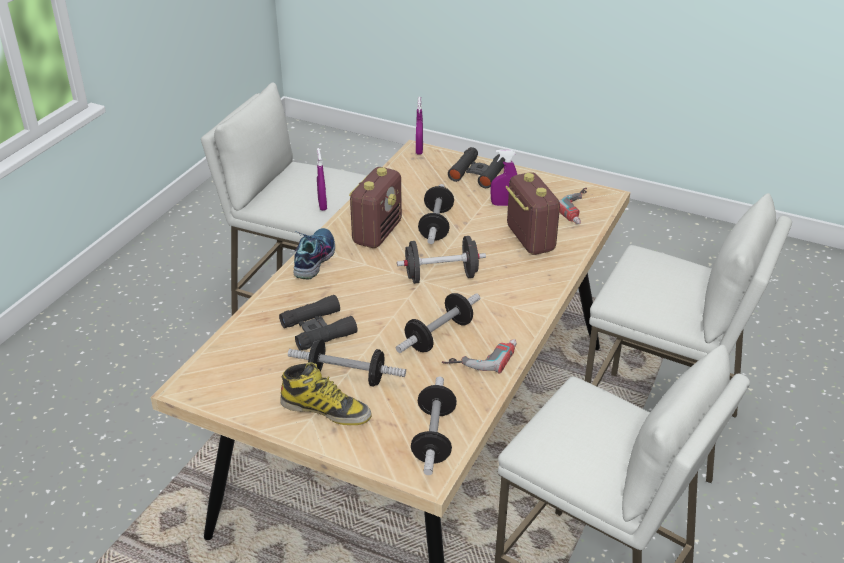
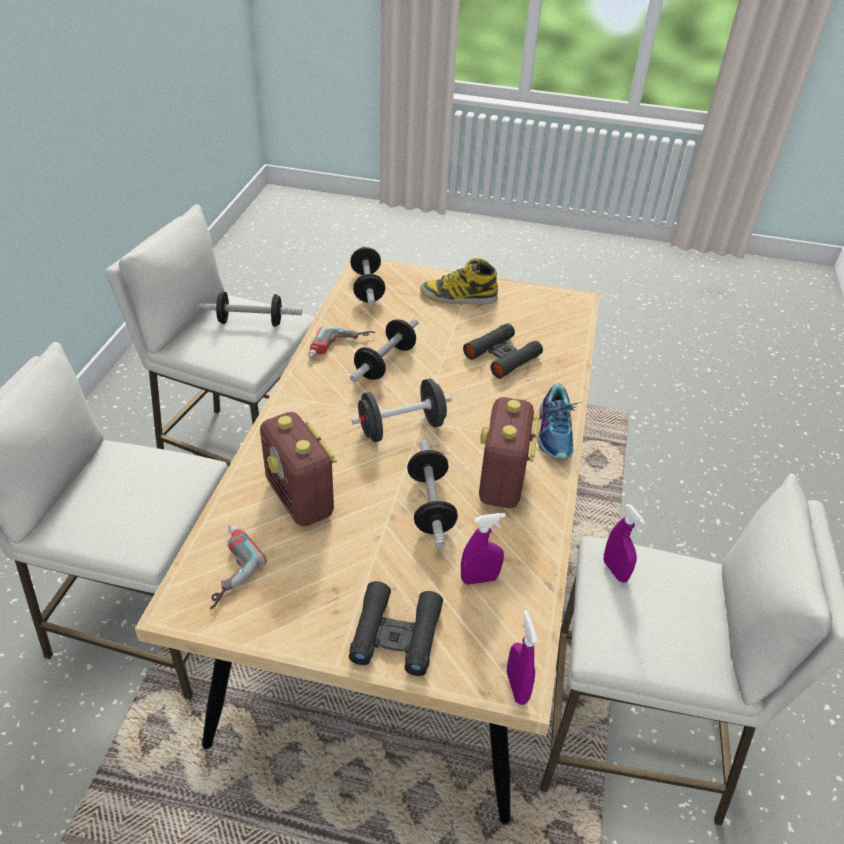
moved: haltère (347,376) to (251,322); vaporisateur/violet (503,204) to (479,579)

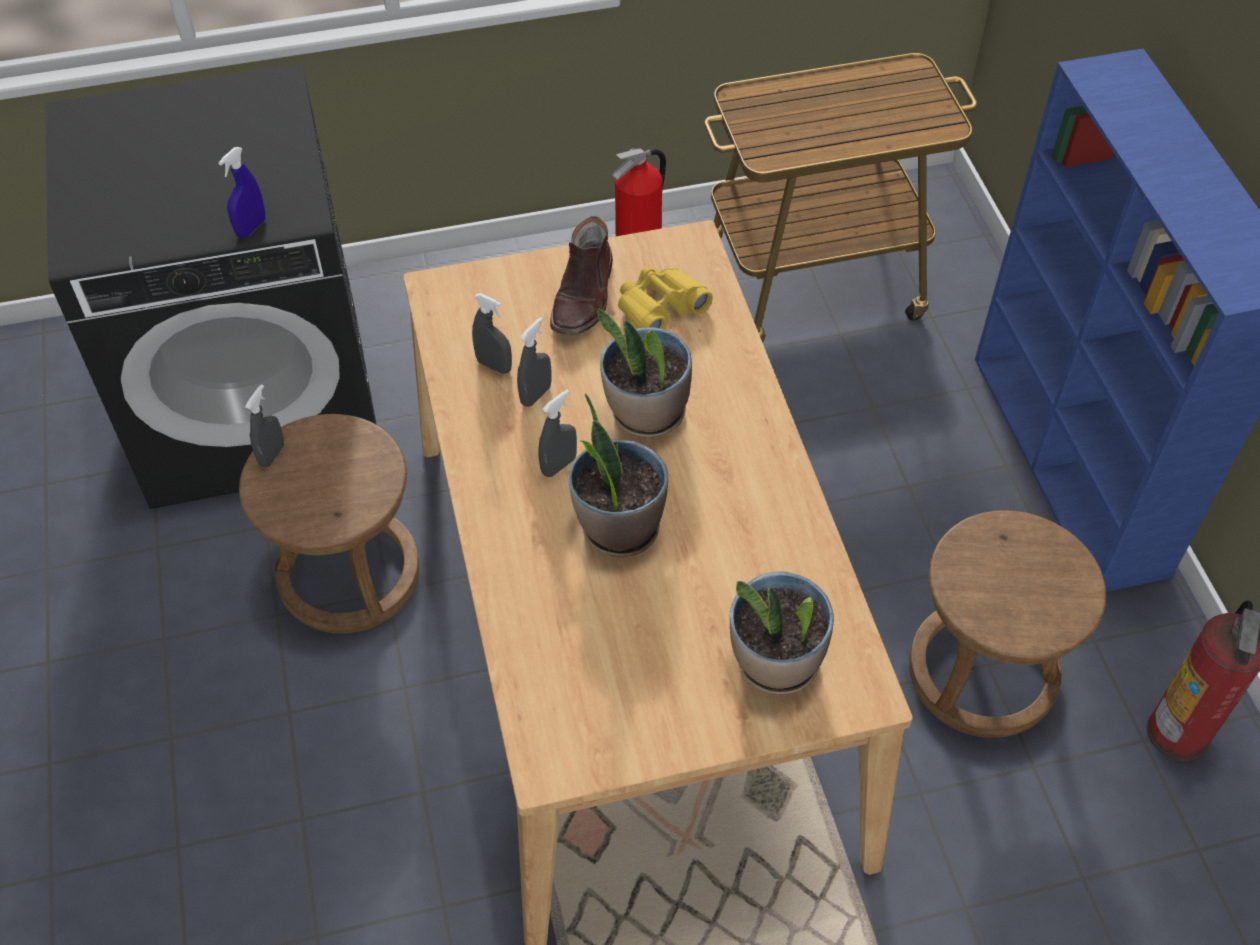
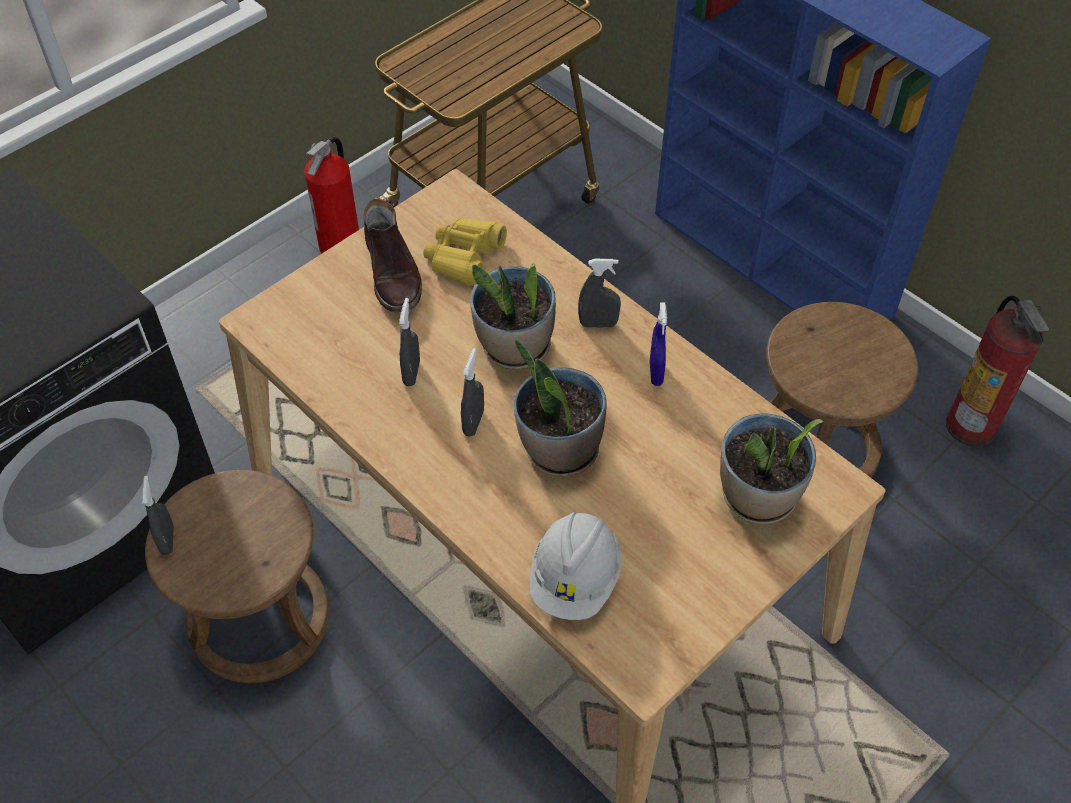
added: casque de chantier/blanc (575,579)
moved: vaporisateur/bleu (251,228) to (656,373); vaporisateur/gris (494,365) to (598,324)

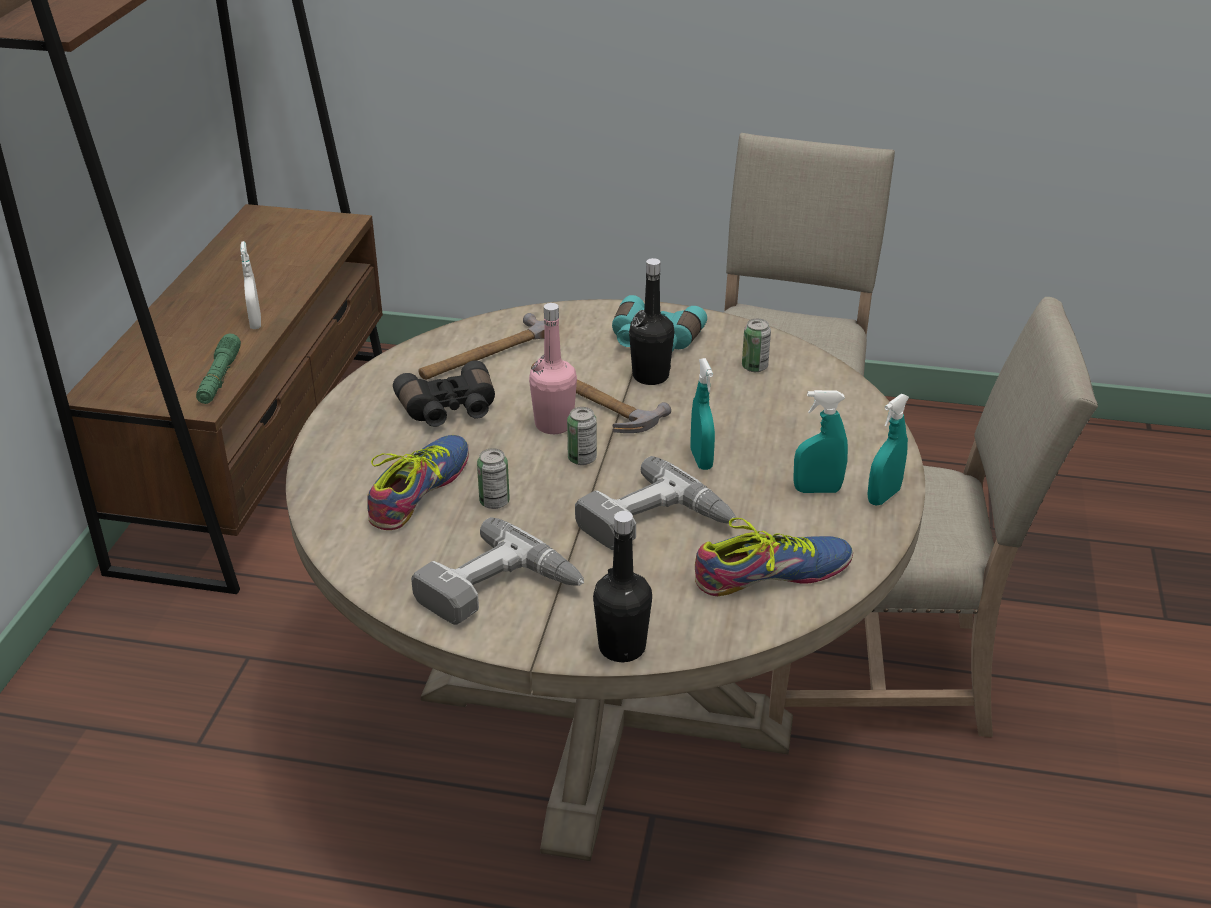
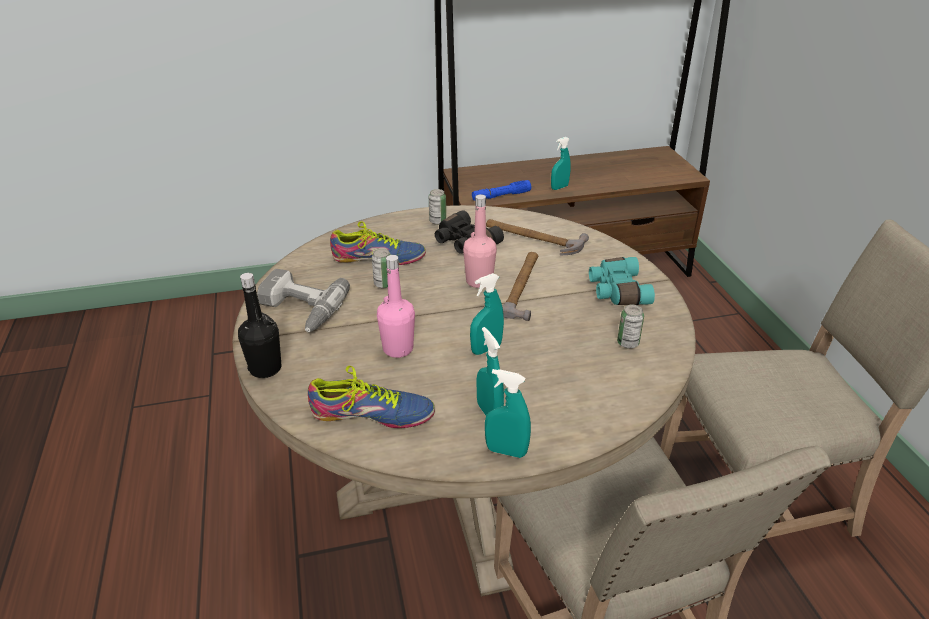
removed: bouteille/noir (650,376)
moved: boîte métallique (582,459) to (437,221)
replaced: perceuse (655,525) to bouteille/rose (398,349)
recoloured: lampe de poche/vert (219,377) to lampe de poche/bleu (501,196); vaporisateur/blanc (255,323) to vaporisateur/turquoise (559,187)
turned: chaussure (771,574) = (372,414) 45 degrees counterclockwise

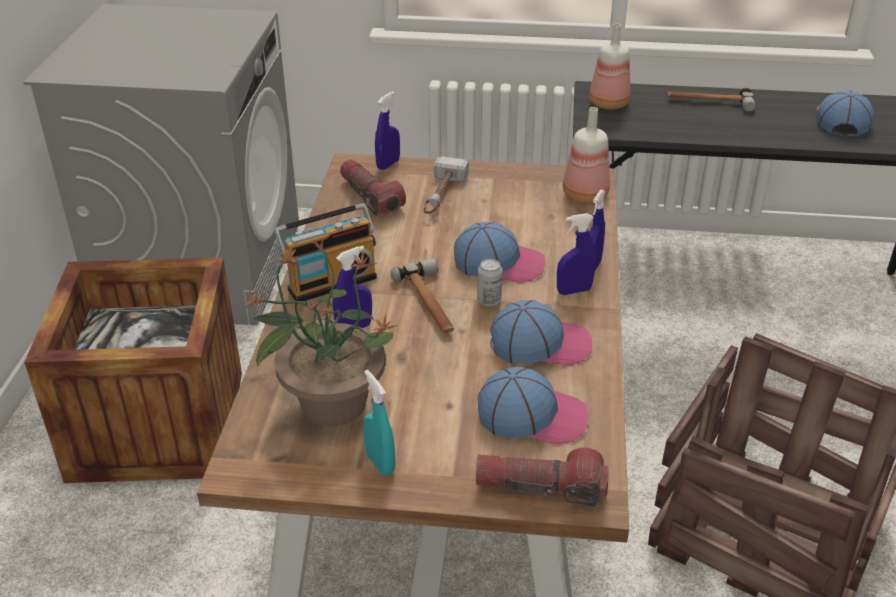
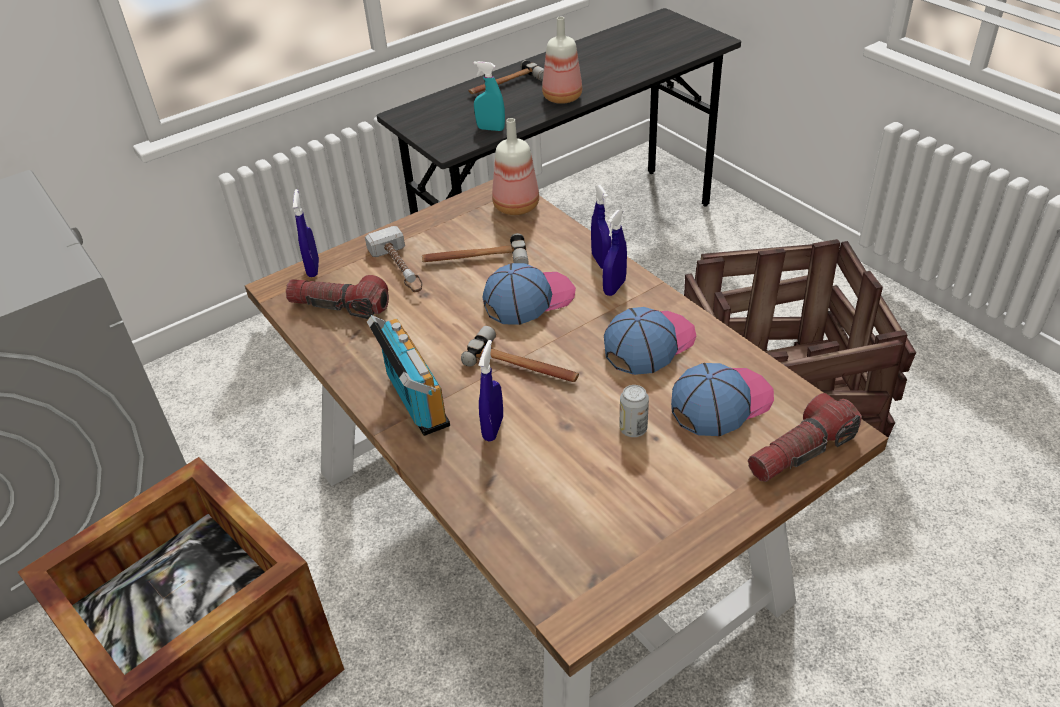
removed: plante en pot (332,403); casquette (842,119)
added: marteau (474,260)
moved: vaporisateur/turquoise (380,463) to (491,129); boîte métallique (489,301) to (633,429); bouteille (607,103) to (561,98)
turned: radio (331,282) = (414,402) 45 degrees counterclockwise

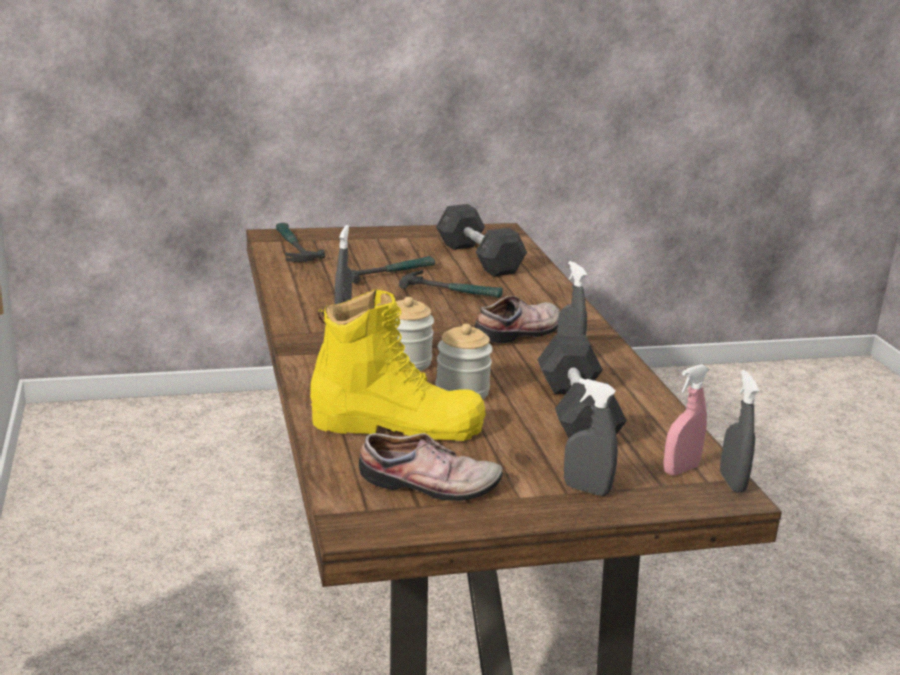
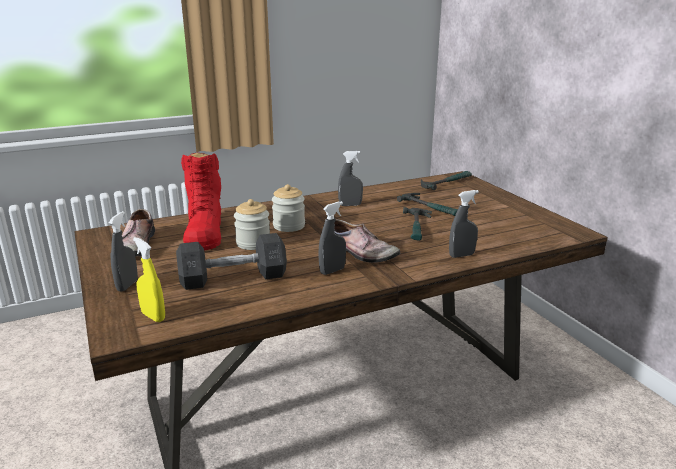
removed: haltère/gris (479,258)
moved: vaporisateur/gris (732,482) to (461,255)
recoloured: botte/jaune (397,425) to botte/rouge (204,232); vaporisateur/rose (680,470) to vaporisateur/jaune (153,316)

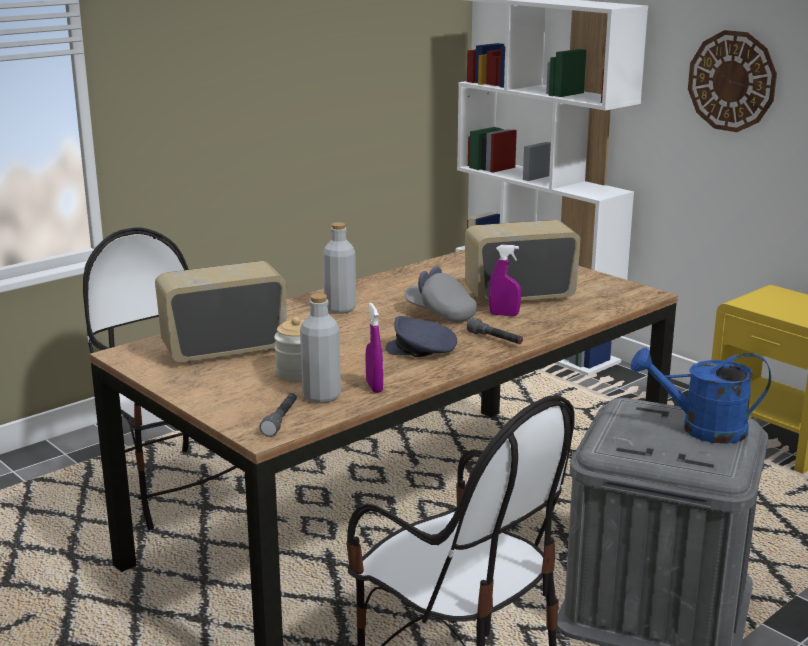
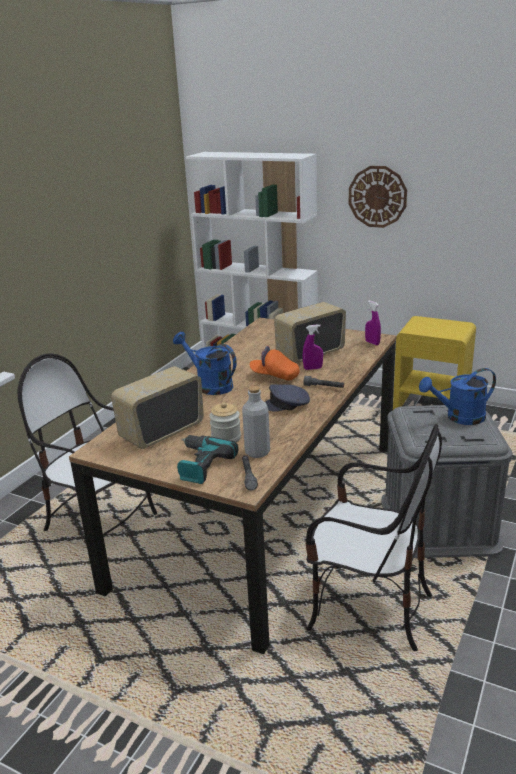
added: perceuse (200,465)
moved: vaporisateur/violet (374,387) to (372,343)
replaced: bouteille/gris (340,309) to arrosoir/bleu (209,385)
recoloured: casquette/gris (440,314) to casquette/orange (275,376)

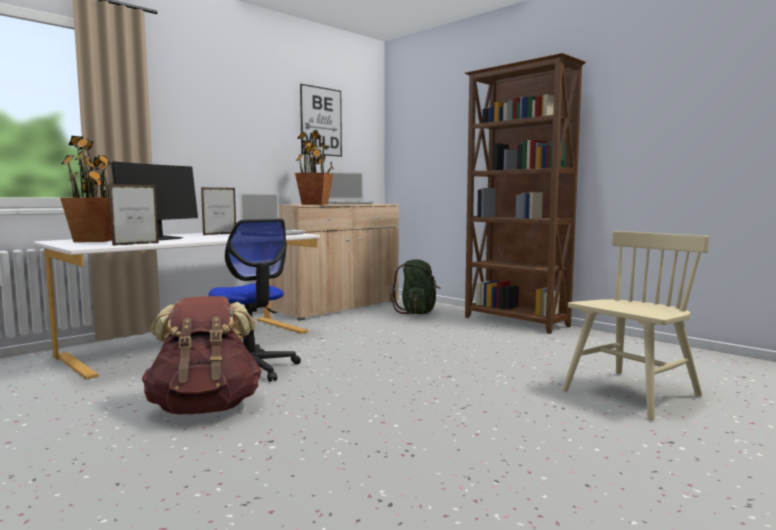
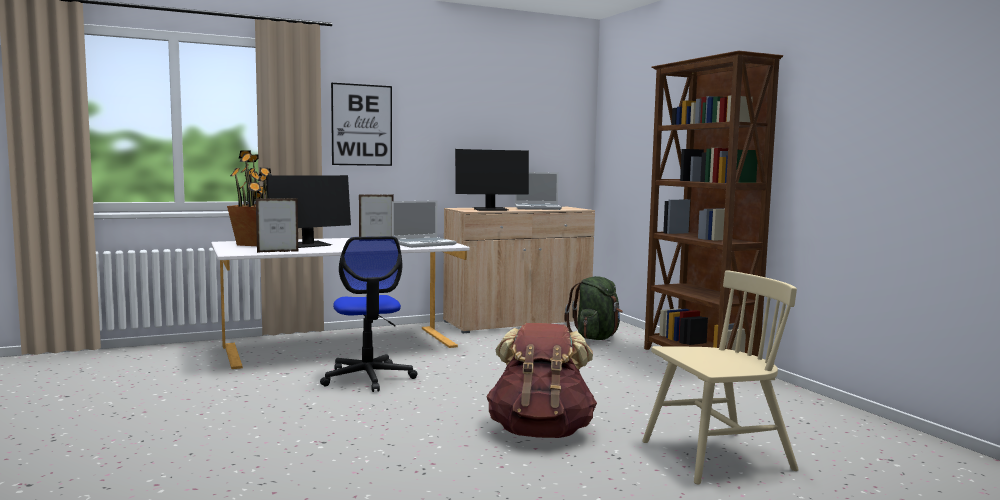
moved: sac à dos/marron (205,408) to (540,432); tableau (321,121) to (362,125)
replaced: plante en pot (315,204) to écran d'ordinateur (490,209)

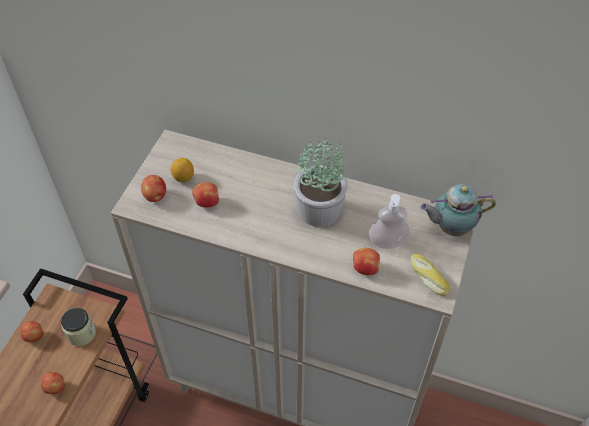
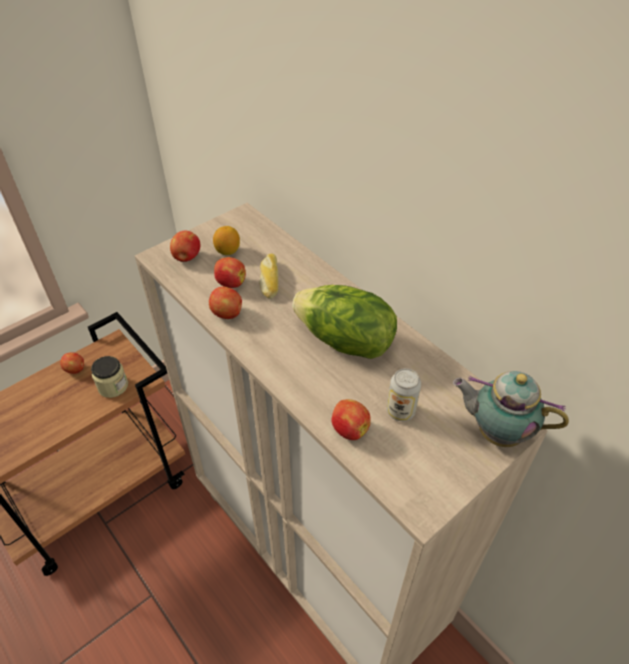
moved: pomme (56,387) to (227,314); pain (427,277) to (269,280)
replaced: plante en pot (320,210) to laitue (344,341); distributeur de savon (387,241) to boîte métallique (400,411)

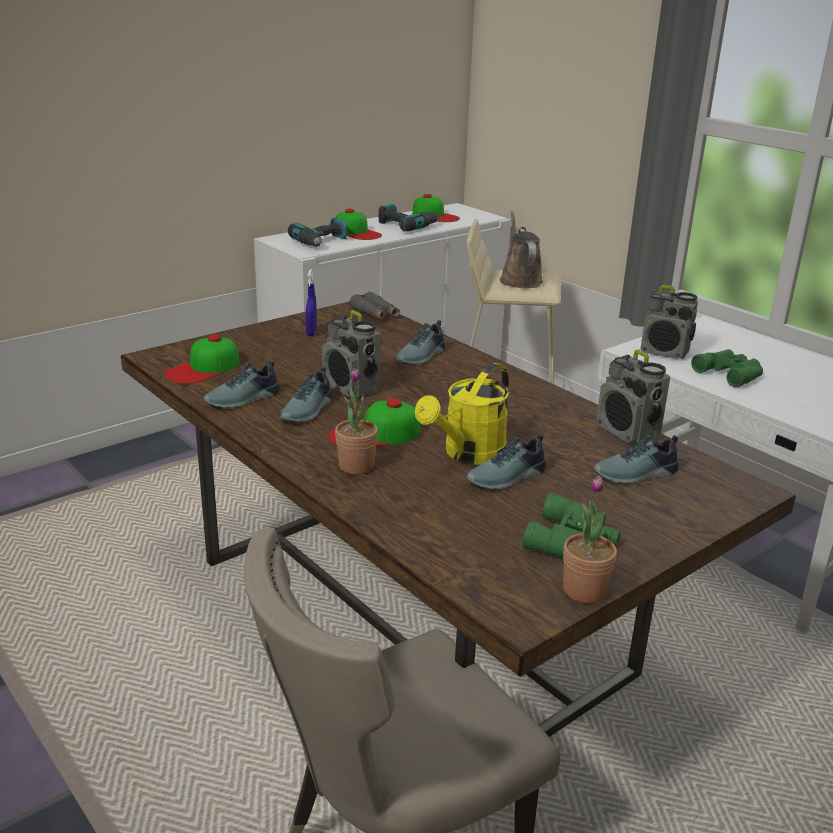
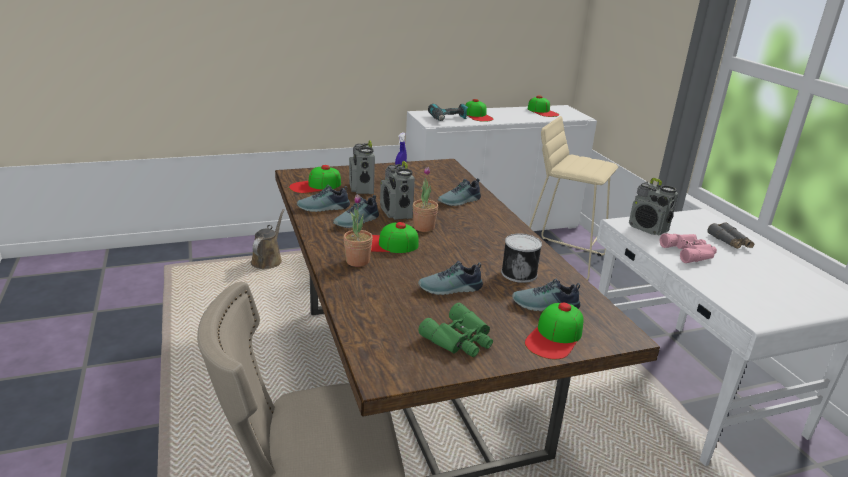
removed: perceuse (407,225); arrosoir/jaune (468,454)
added: boîte métallique (519,273); casquette (555,337)
moved: jumelles/gris (375,314) to (729,242); arrosoir/marron (519,280) to (268,260); plante en pot (584,590) to (424,227); radio (627,432) to (361,188)
recoloured: jumelles/vert (730,373) to jumelles/rose (690,252)

